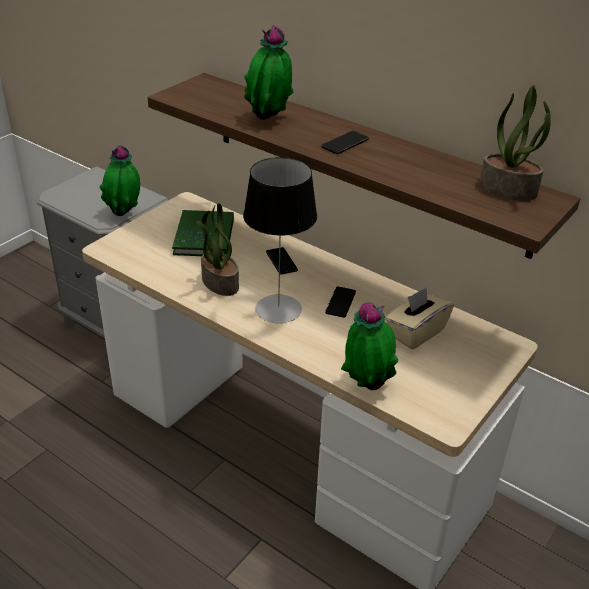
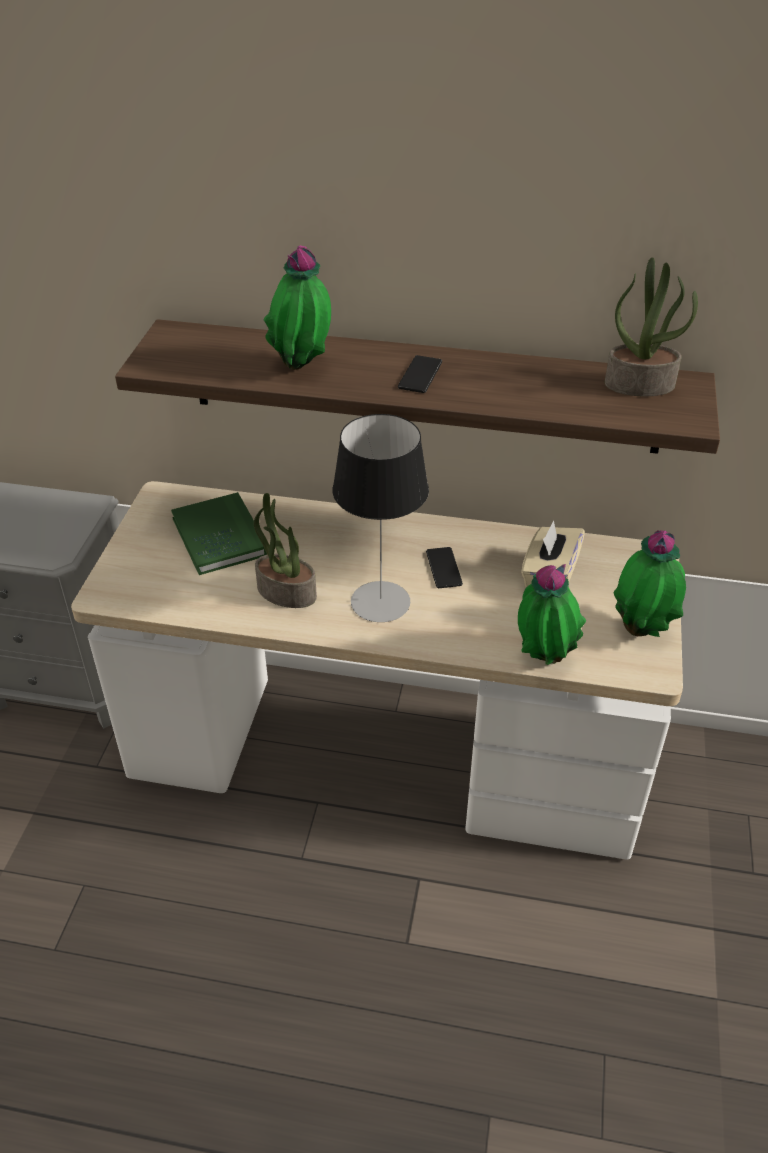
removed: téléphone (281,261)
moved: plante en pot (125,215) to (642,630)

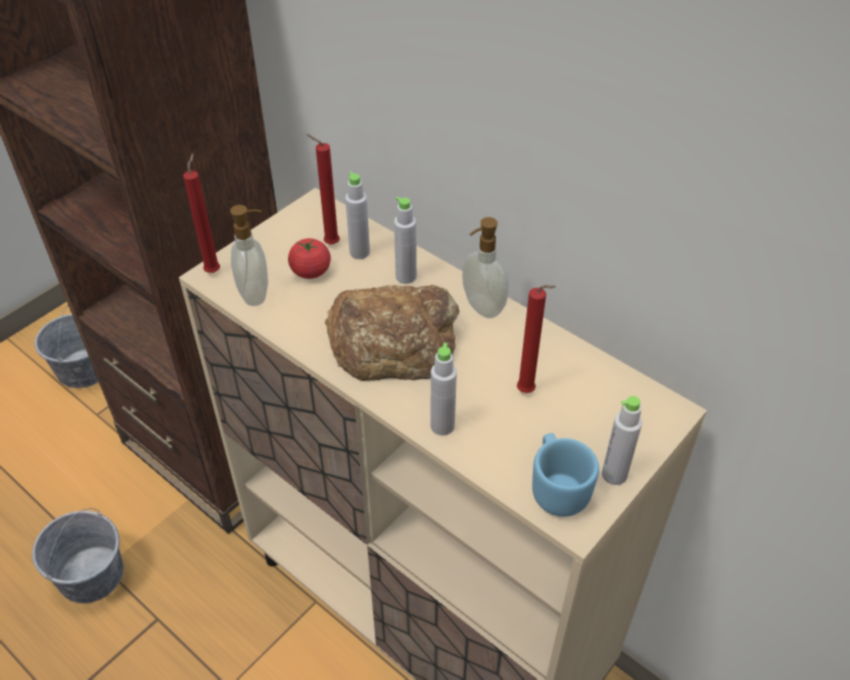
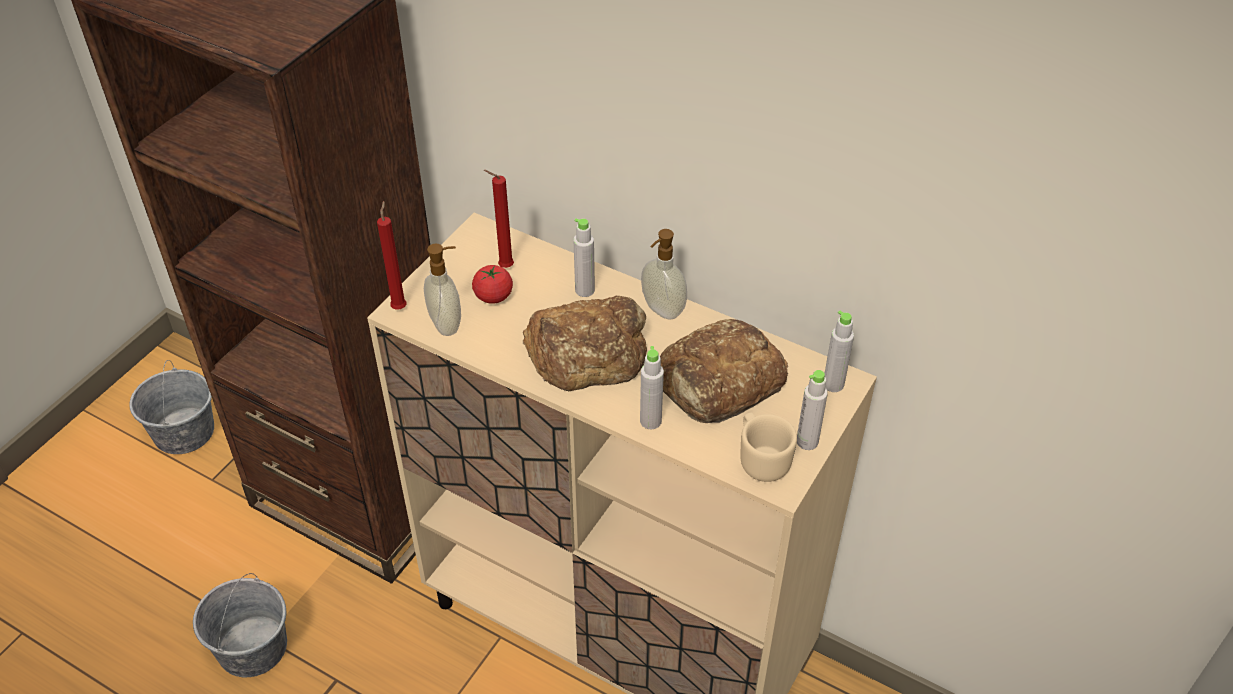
moved: bouteille/gris (359,252) to (833,384)
replaced: bougie/rouge (528,392) to pain (720,381)
recoloured: mug/bleu (558,487) to mug/beige (761,459)

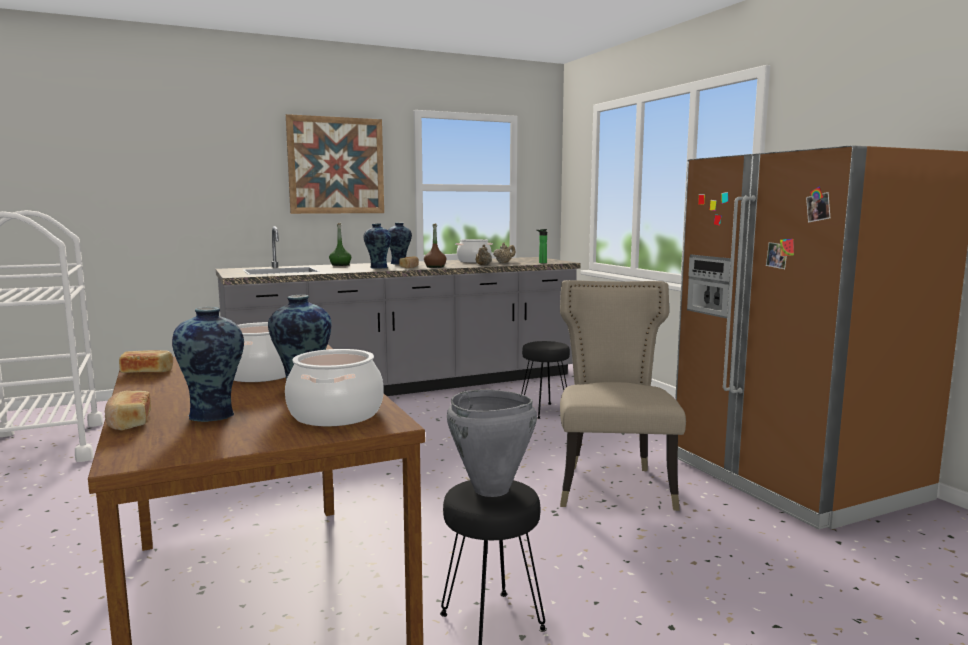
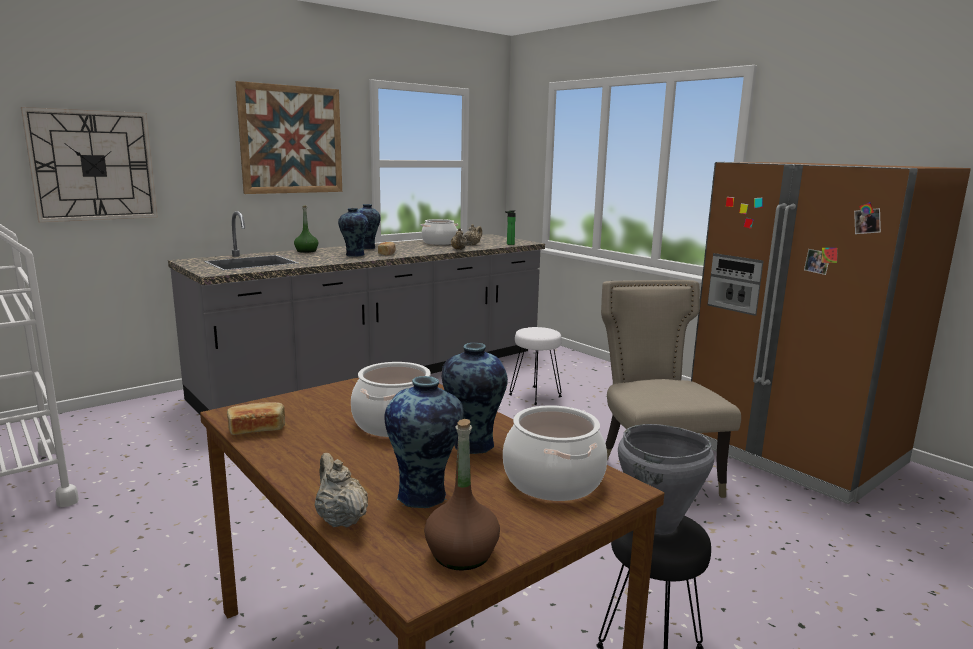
added: horloge murale (93,165)
moved: bouteille/marron (435,267) to (461,554)
replaced: pain (128,422) to théière/beige (340,519)
recoloured: tabouret/noir (545,411) to tabouret/blanc (535,395)

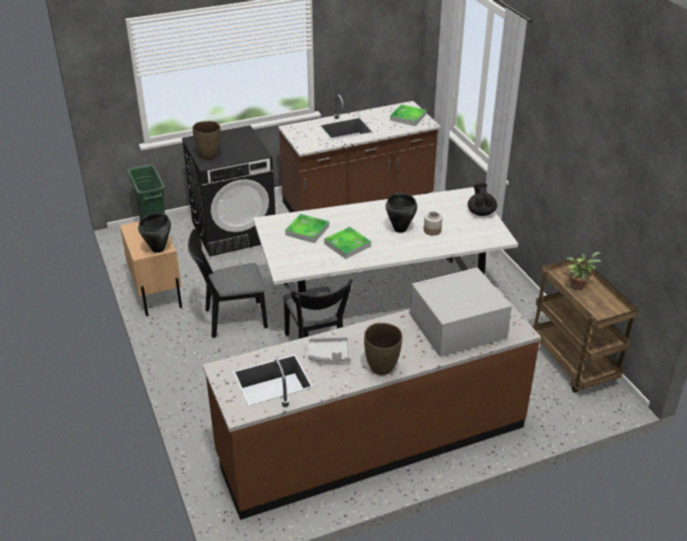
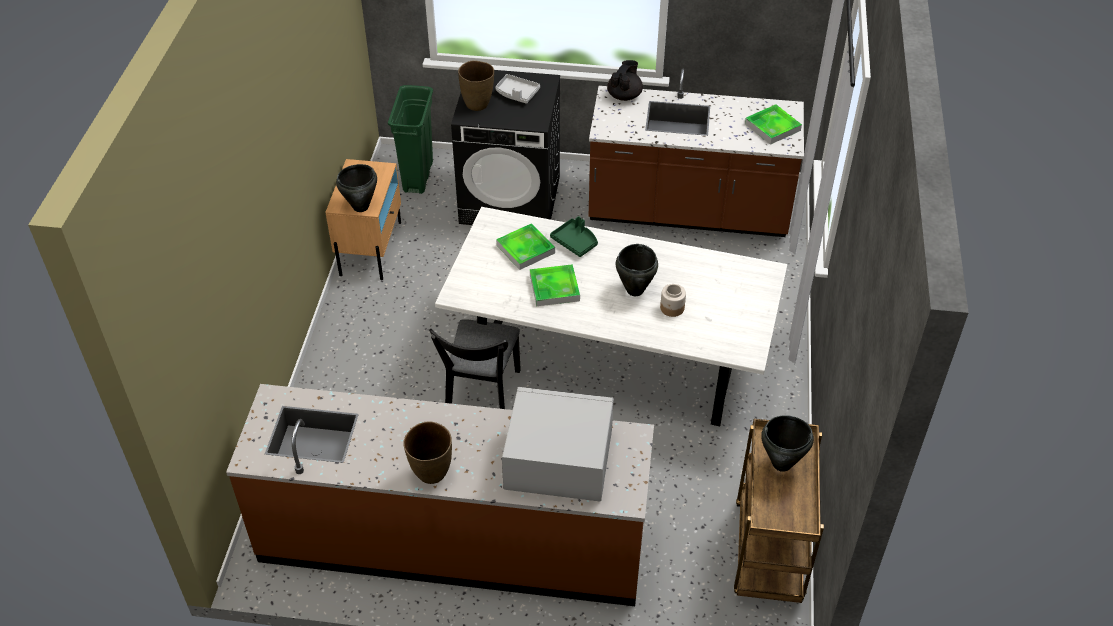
removed: chaise/noir (230,319)
added: plateau/vert (575,242)
moved: plateau/gris (329,355) to (517,94); théière/noir (481,212) to (624,95)
replaced: plante en pot (577,285) to marmite/noir (782,464)

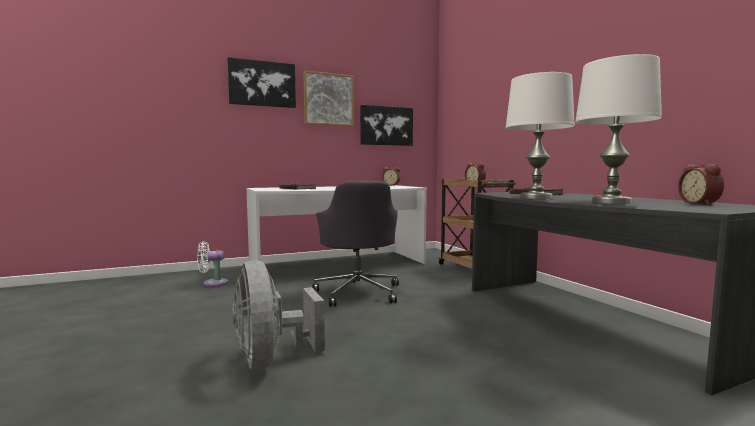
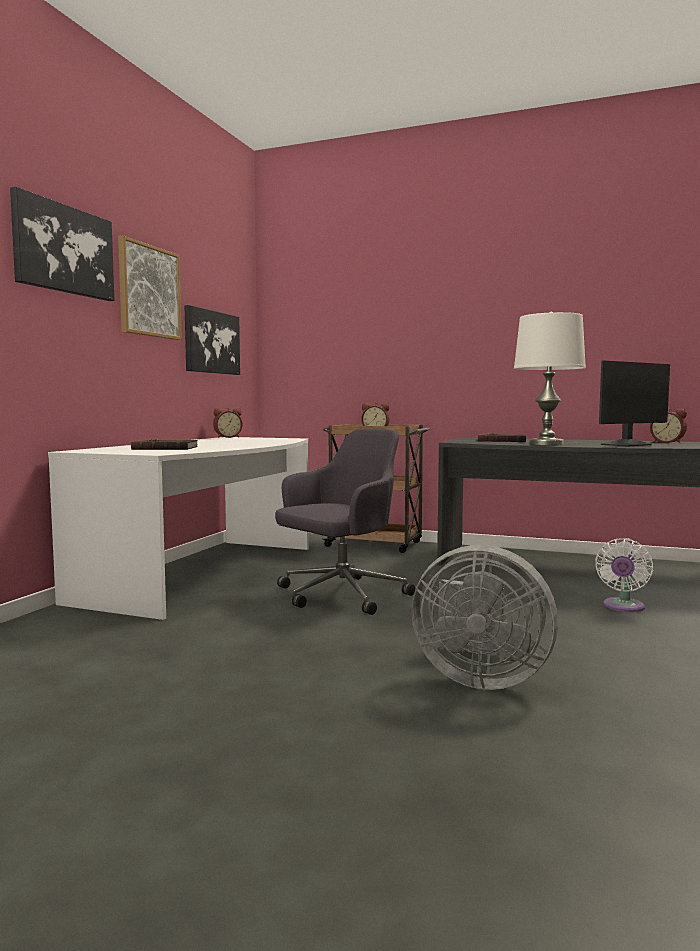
moved: ventilateur/blanc (212,283) to (623,607)
replaced: lampe de table/blanc (611,202) to écran d'ordinateur (627,445)
turned: chaise de bureau/gris (358,292) = (340,595) 75 degrees counterclockwise

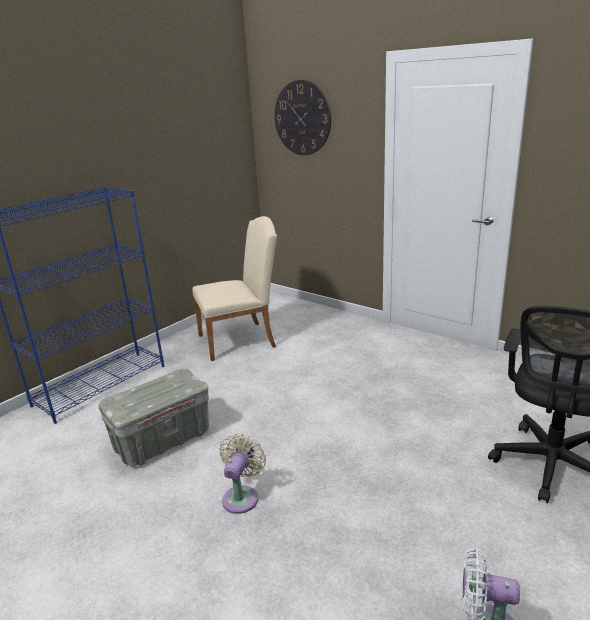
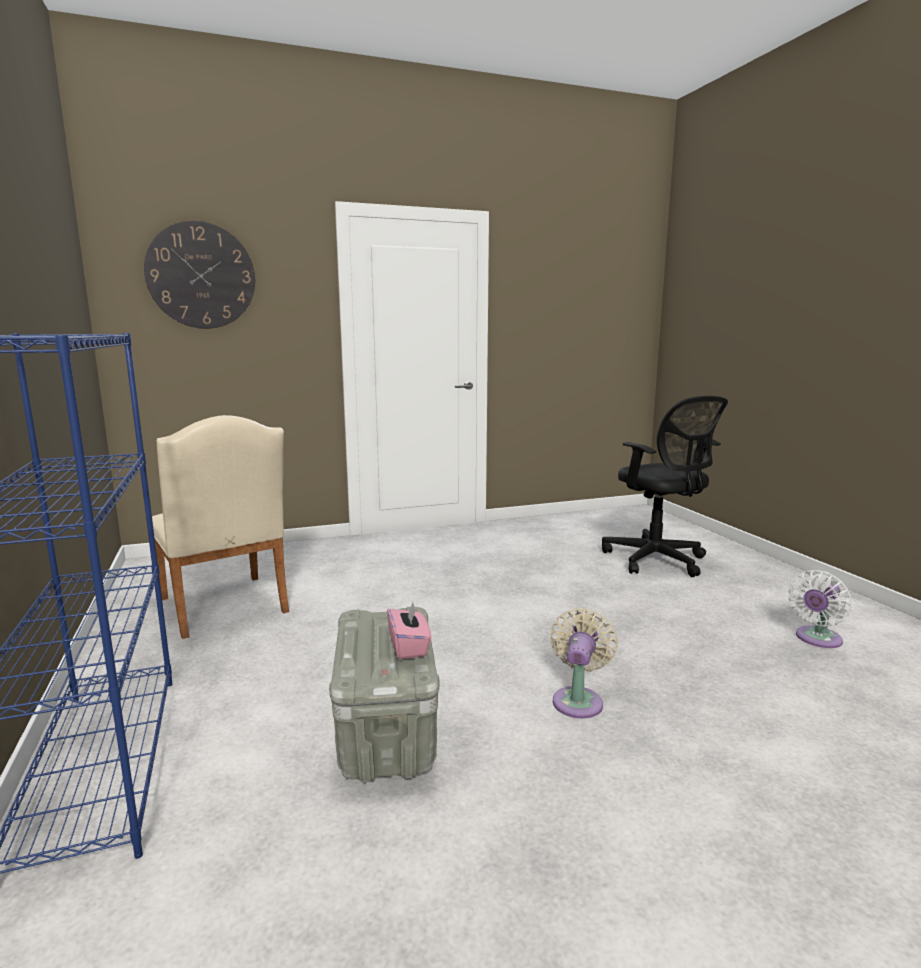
added: boîte à mouchoirs/rose (409,647)
turned: chaise/beige (242,339) = (225,608) 135 degrees clockwise; ventilateur/beige (242,496) = (578,700) 60 degrees clockwise

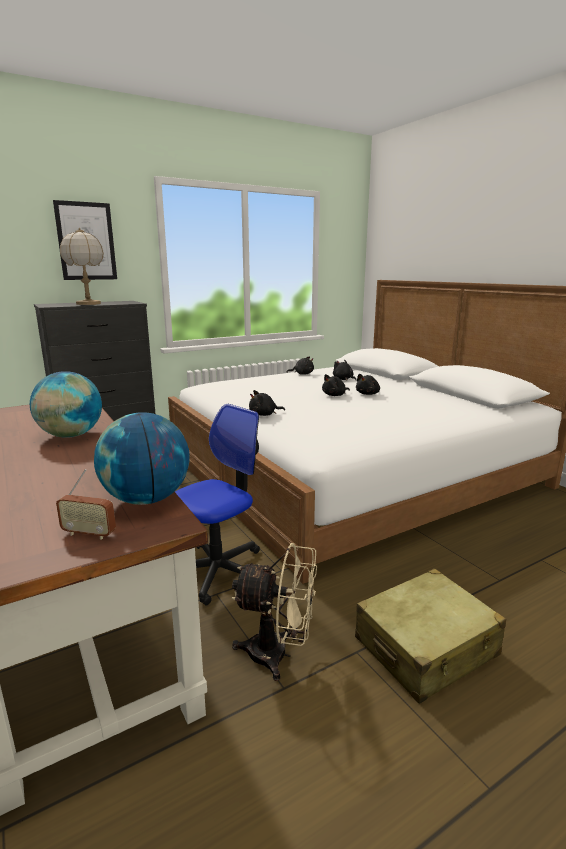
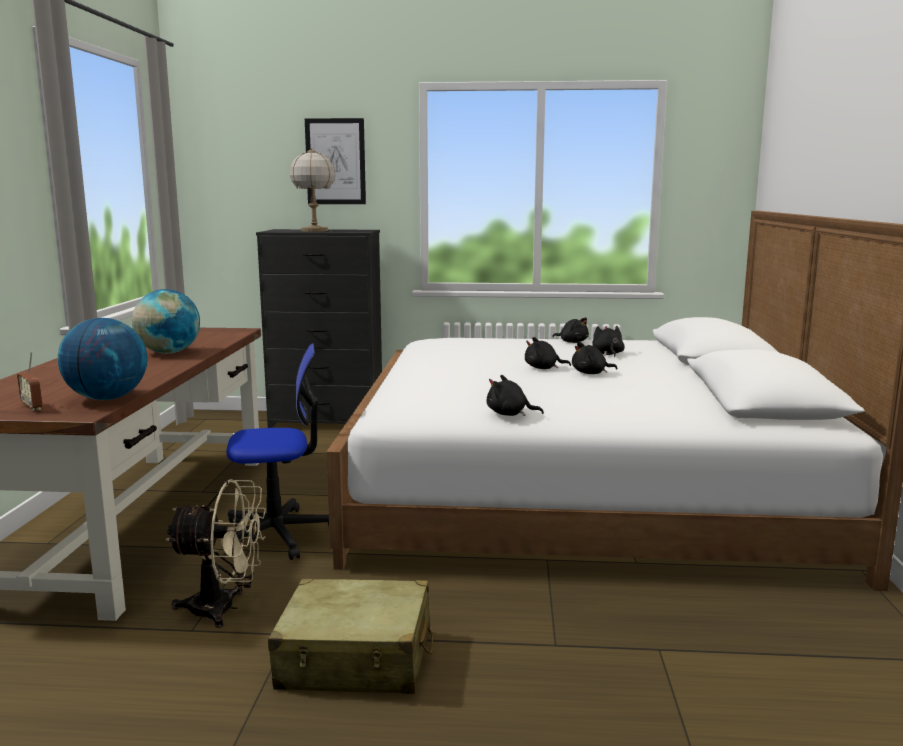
moved: peluche/noir (264,414) to (509,414)
turned: ventilateur/beige (278,654) = (224,608) 45 degrees counterclockwise

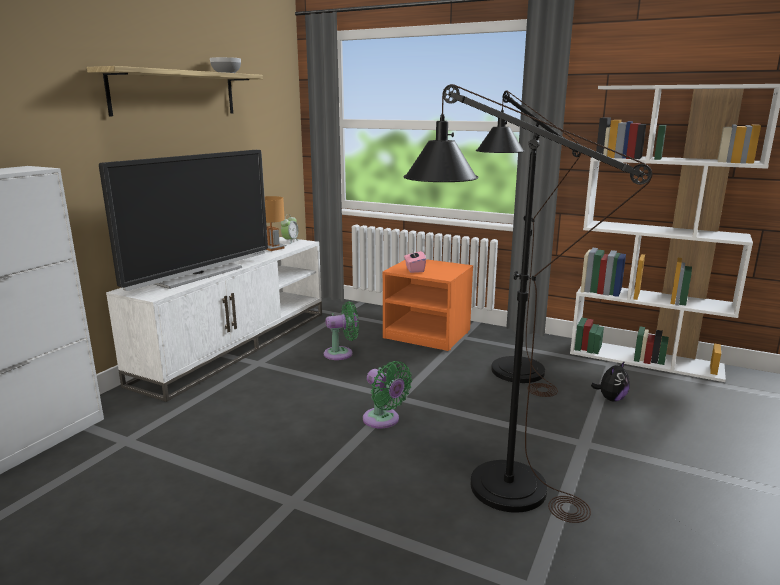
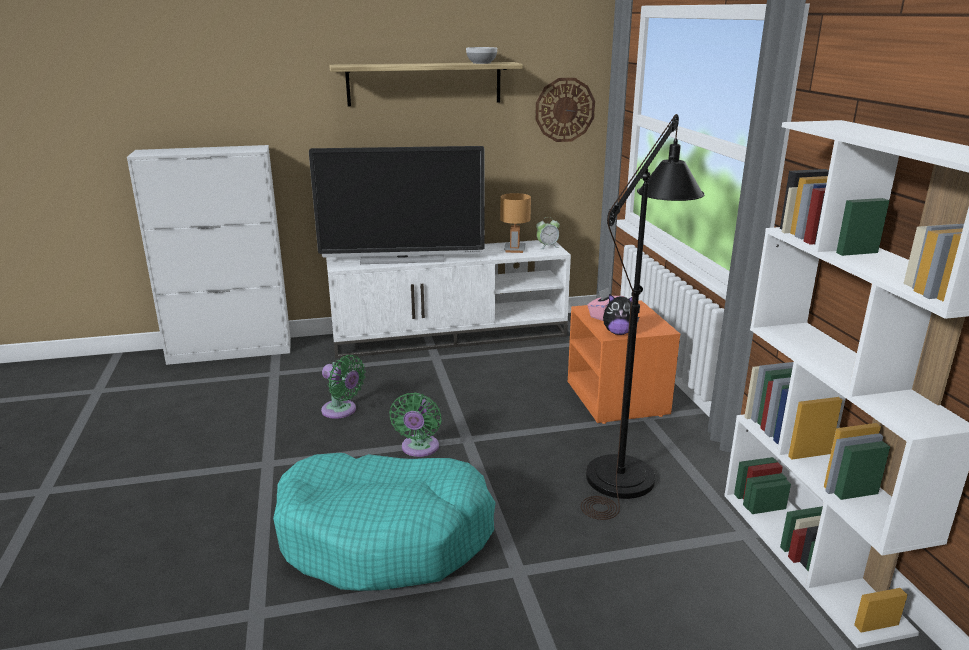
added: horloge murale (564,110)
moved: ventilateur/vert (341,353) to (341,411); peluche (611,399) to (618,332)
replaced: lampadaire/noir (487,480) to panier pour chien/turquoise (385,536)

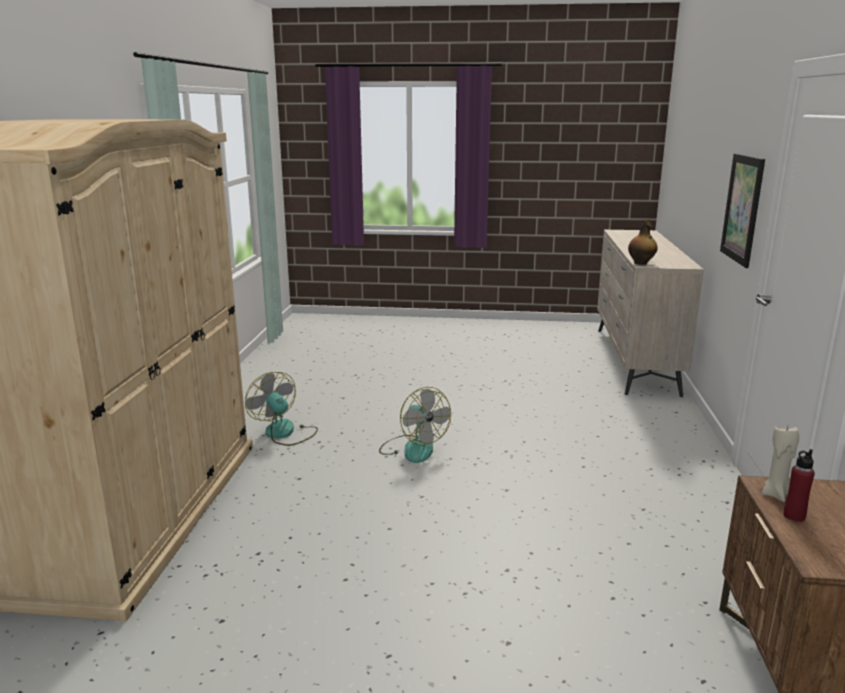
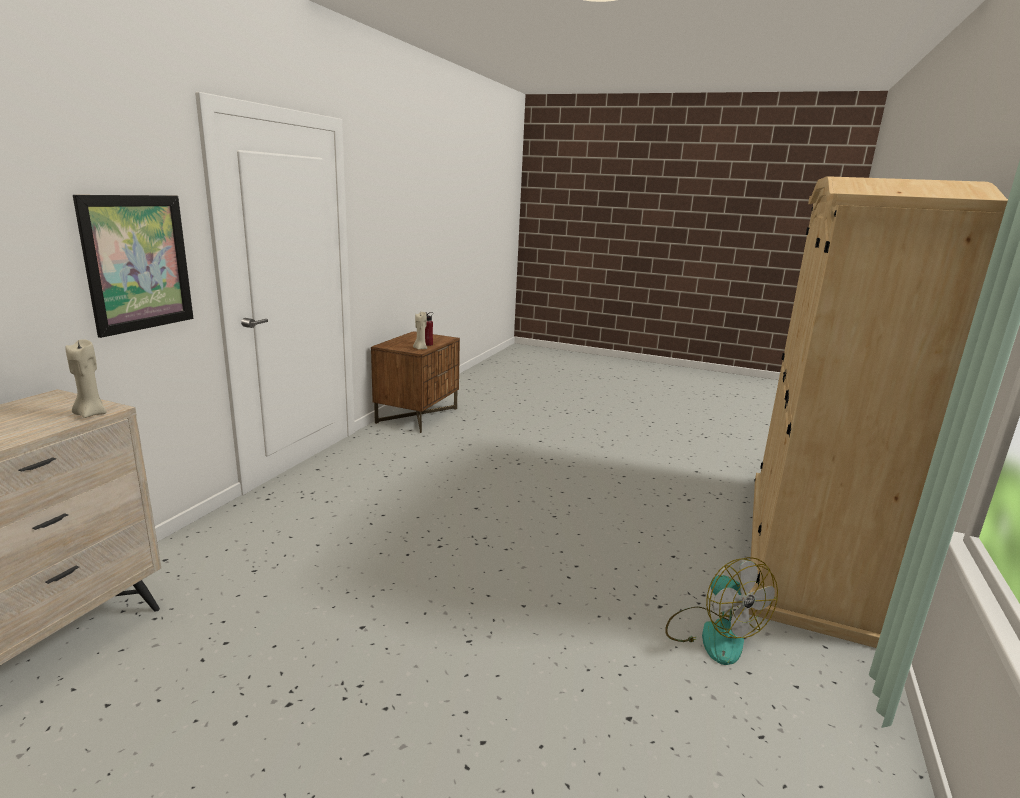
removed: ventilateur (413,448)
replaced: bouteille (641,263) to bougie/beige (90,414)

